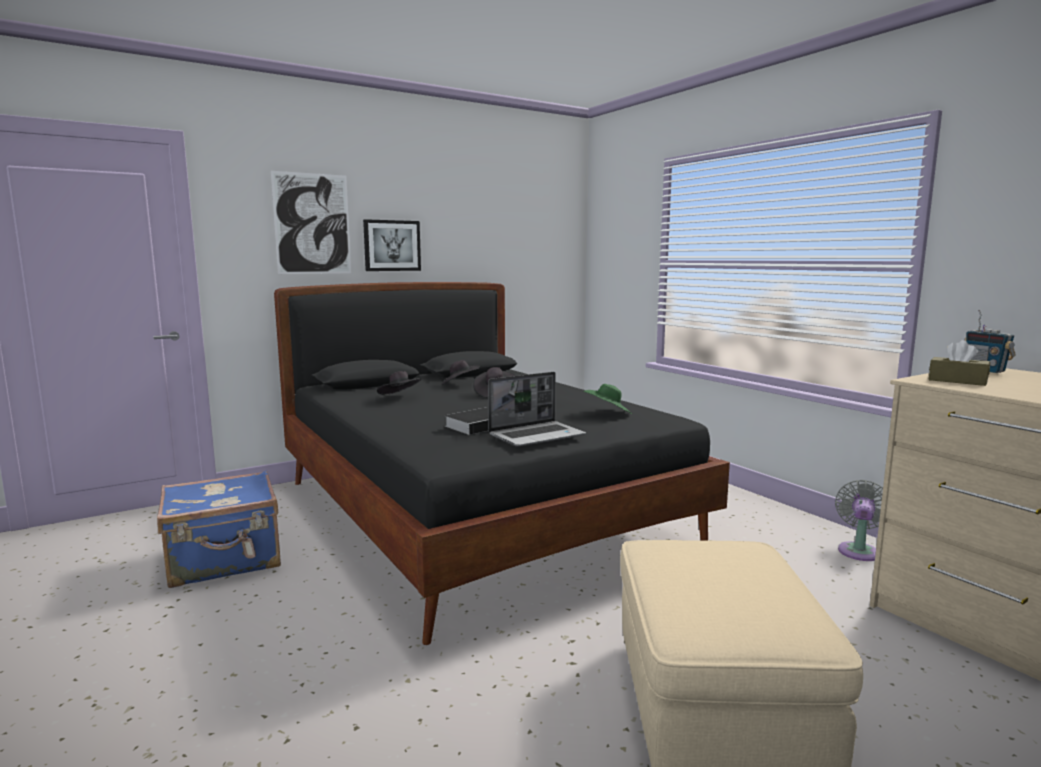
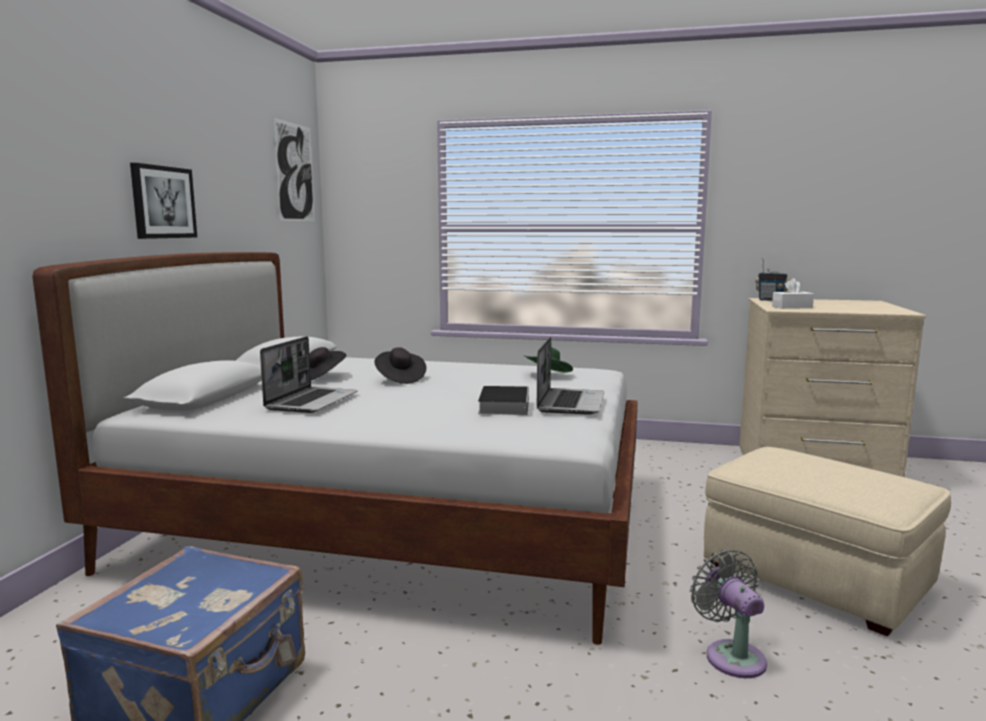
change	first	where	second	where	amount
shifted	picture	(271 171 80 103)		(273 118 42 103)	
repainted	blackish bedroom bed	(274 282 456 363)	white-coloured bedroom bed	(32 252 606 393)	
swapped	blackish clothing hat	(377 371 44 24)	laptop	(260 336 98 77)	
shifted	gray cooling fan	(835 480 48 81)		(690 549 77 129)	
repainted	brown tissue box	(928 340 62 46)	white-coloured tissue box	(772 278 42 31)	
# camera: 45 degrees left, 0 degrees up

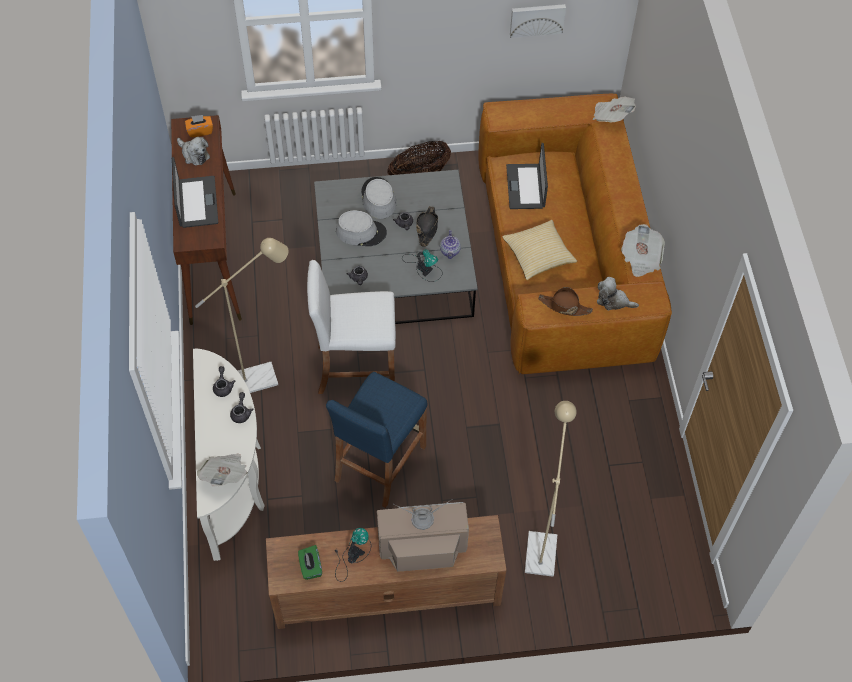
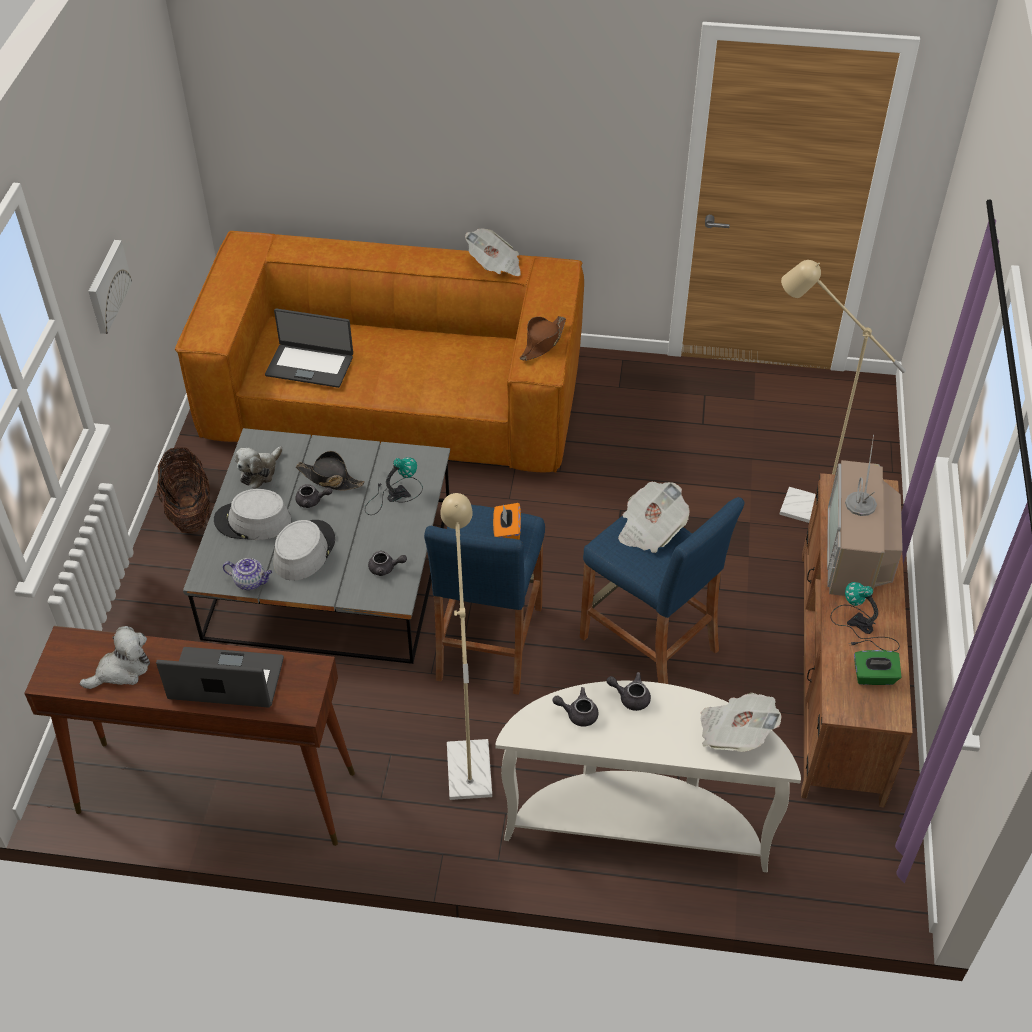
change	first	where	second	where	amount
shifted	orange tissue box	(185 115 28 23)		(493 503 28 37)	
repainted	white-coloured stool	(307 260 89 134)	bluish stool	(424 505 121 190)	
shifted	tea pot	(440 230 21 29)		(223 558 49 32)	
gone	pillow	(502 220 75 60)			
shifted	picture	(510 4 56 34)		(88 240 44 94)	
shifted	printed paper	(593 96 43 27)		(618 481 72 72)	
shifted	cuddly toy	(597 277 42 33)		(235 446 47 43)	
# camera: 75 degrees left, 10 degrees down

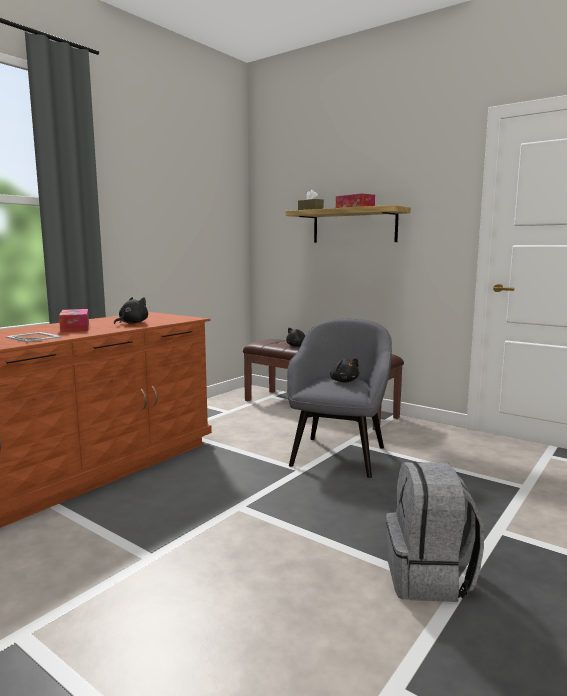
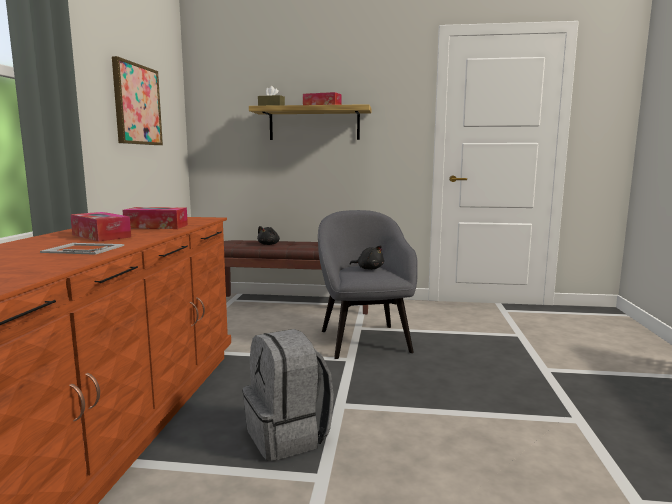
change	first	where	second	where	amount
swapped	blackish cuddly toy	(114 297 34 27)	tissue box	(122 207 66 22)	
shifted	gray knapsack	(386 462 98 140)		(243 329 91 132)	
new			picture	(112 56 51 89)	
# camera: 30 degrees left, 0 degrees up

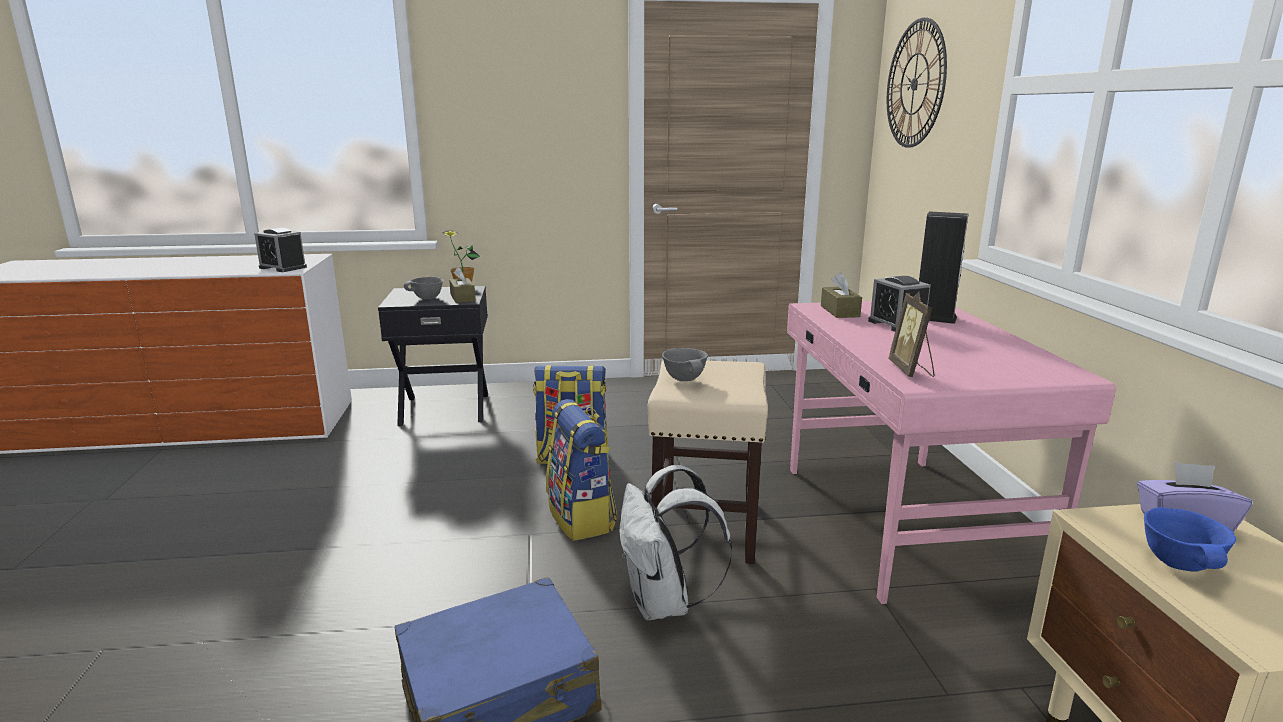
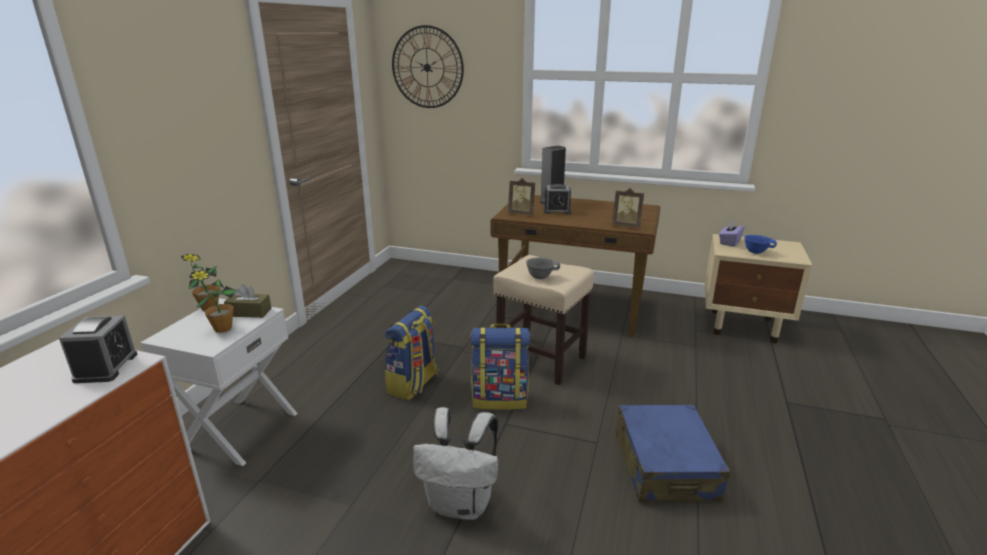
change	first	where	second	where	amount
rotated	alarm clock	(254 228 53 44)		(59 315 79 68)	60 degrees counterclockwise
repainted	blackish nightstand	(378 286 110 140)	white-coloured nightstand	(140 298 157 168)	
swapped	gray bowl	(404 277 40 22)	plant in a pot	(189 270 47 63)	
shifted	white-coloured knapsack	(619 465 113 155)		(413 407 86 113)	
repainted	pinkish desk	(787 301 329 303)	brown desk	(490 195 170 143)	
swapped	brown tissue box	(821 273 41 45)	photo frame	(508 178 27 37)	
# camera: 65 degrees left, 5 degrees up

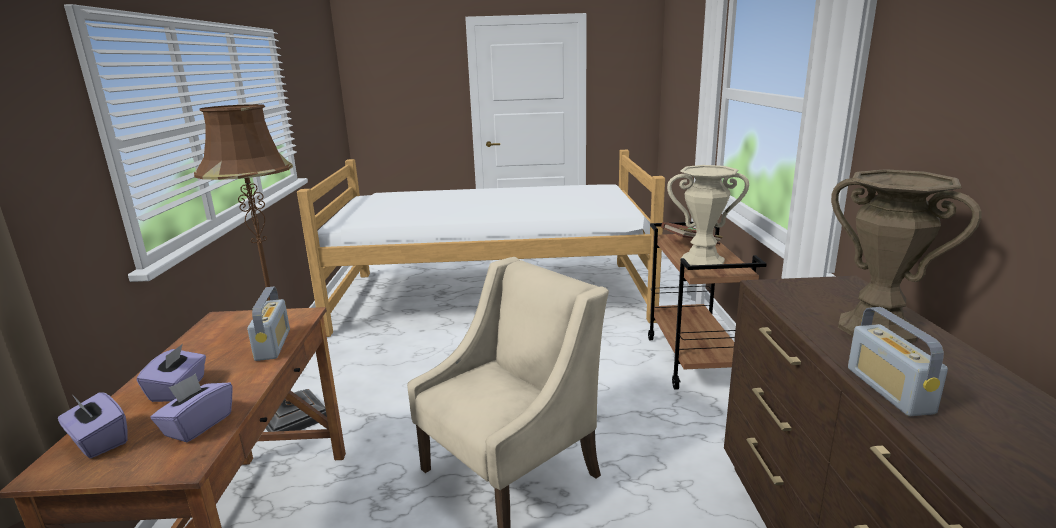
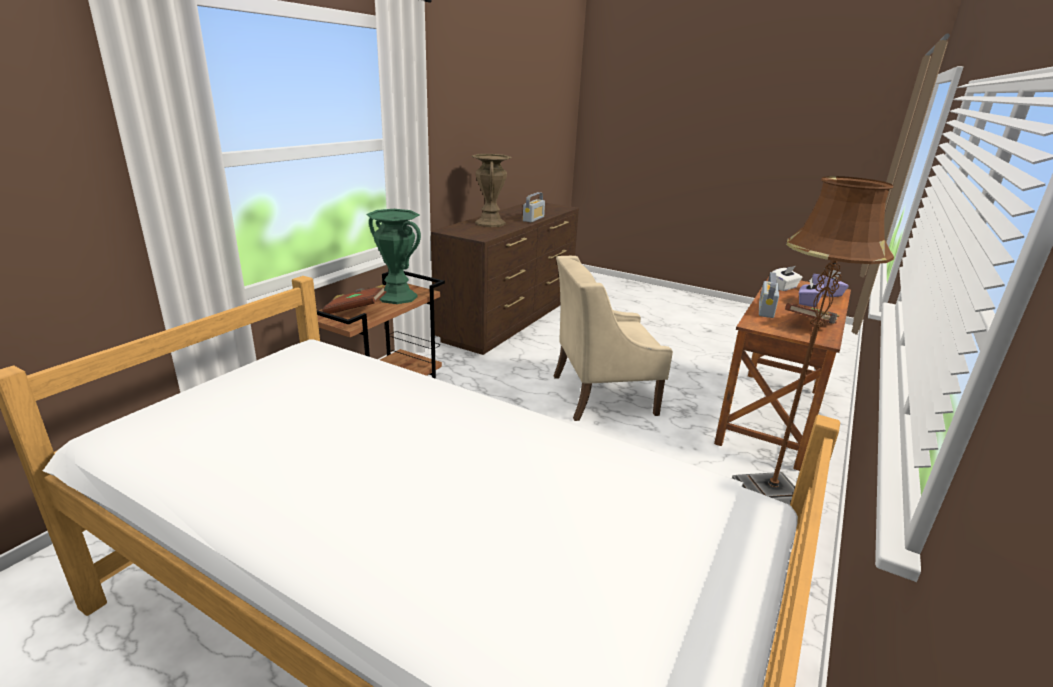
change	first	where	second	where	amount
repainted	purplish tissue box	(150 373 82 69)	white-coloured tissue box	(773 266 29 25)	
repainted	sand-coloured flower vase	(667 165 82 100)	green flower vase	(366 209 55 95)	
new			brown book	(785 303 55 21)	
# camera: 150 degrees left, 5 degrees up

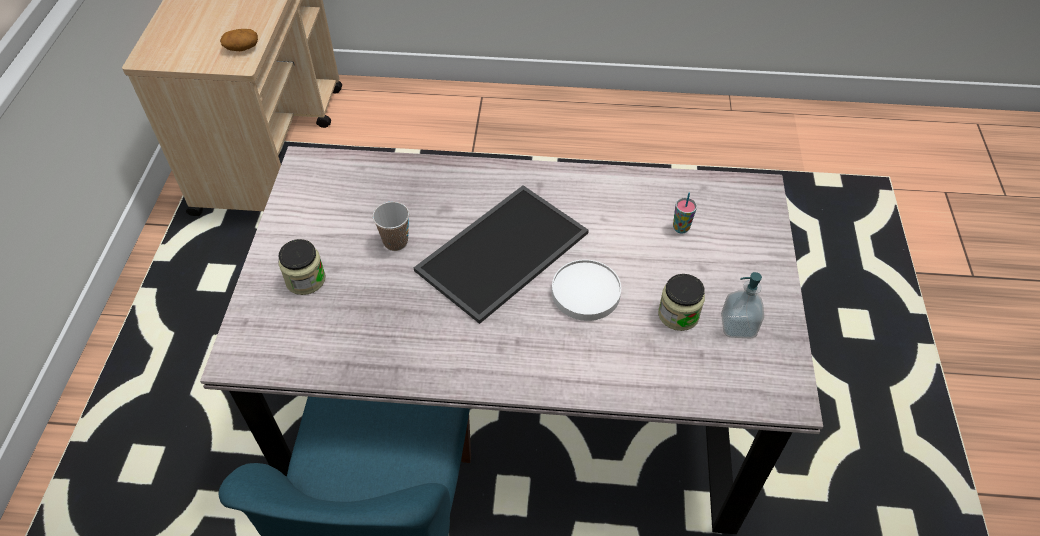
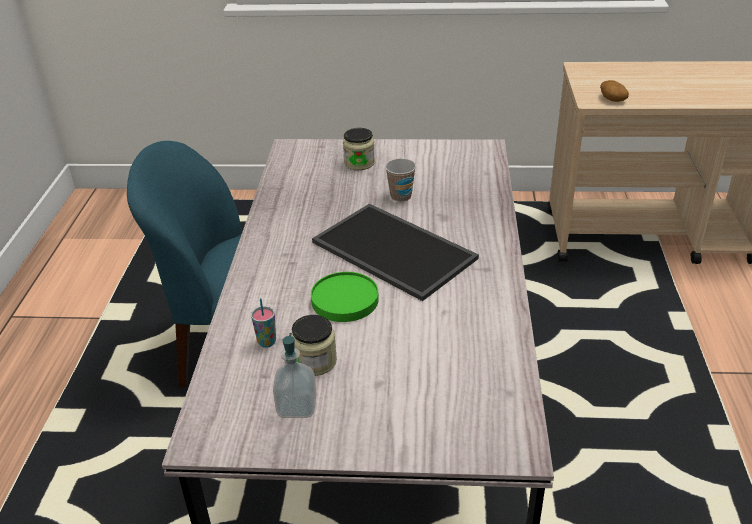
change	first	where	second	where	amount
repainted	white-coloured dinner plate	(552 260 69 61)	green dinner plate	(311 272 68 50)	
shifted	small cup	(673 193 24 41)		(251 298 25 50)	
# camera: 90 degrees right, 15 degrees down

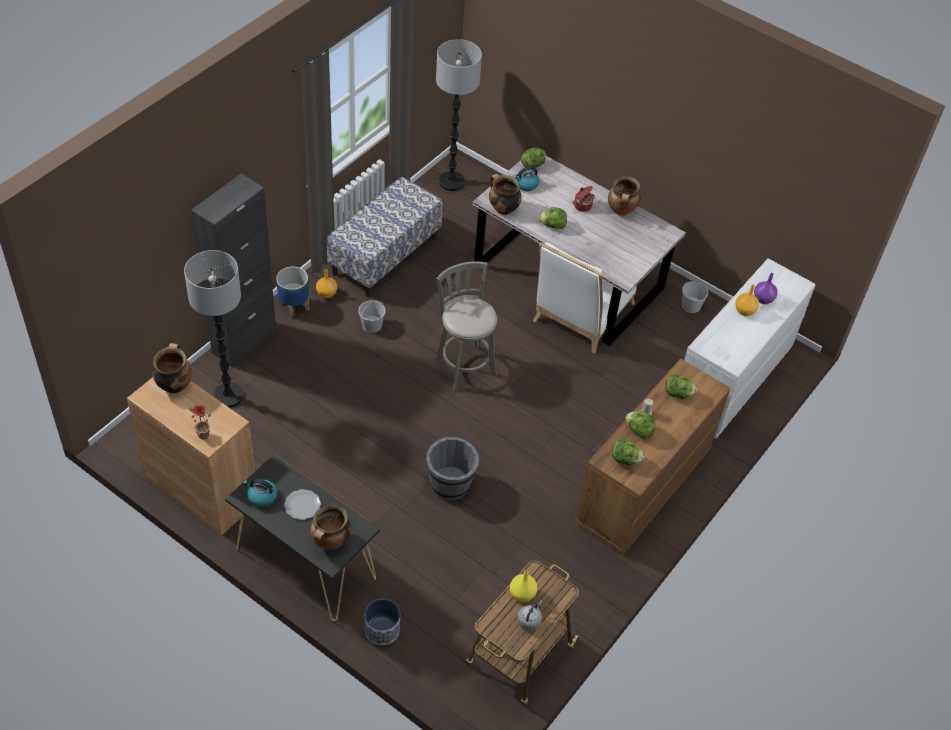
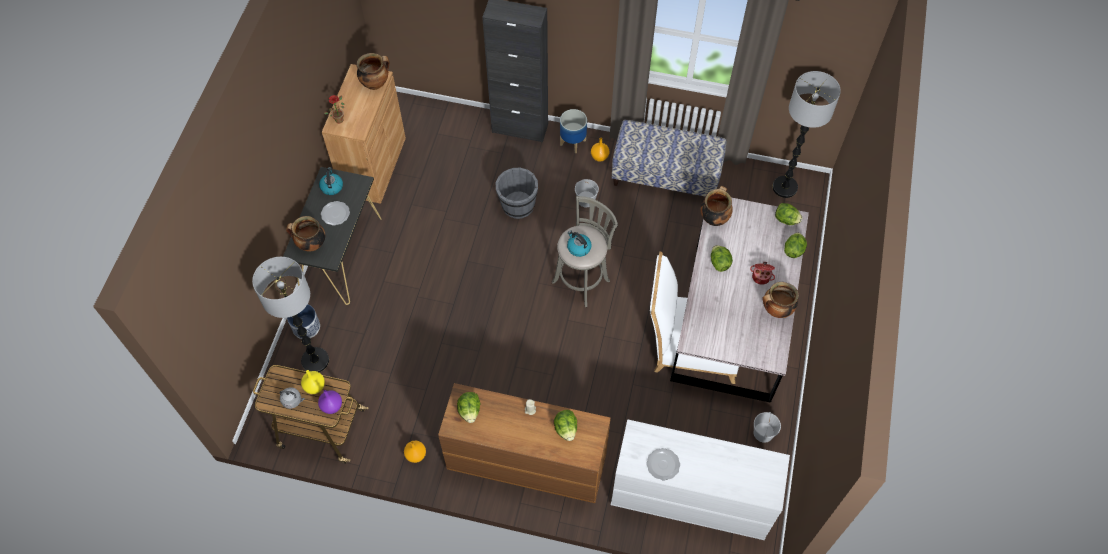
change	first	where	second	where	amount
shifted	standard lamp	(184 250 59 158)		(252 257 77 115)	
shifted	gray pail	(426 437 53 63)		(496 168 42 51)	
shifted	kettle	(513 166 26 25)		(567 230 25 27)	
shifted	lettuce	(626 411 30 28)		(784 232 23 26)	
shifted	orange flower vase	(735 285 24 31)		(404 441 22 22)	
shifted	purplish flower vase	(754 273 24 31)		(318 390 24 24)	
new			dinner plate	(647 448 33 32)	
# camera: 70 degrees right, 10 degrees up

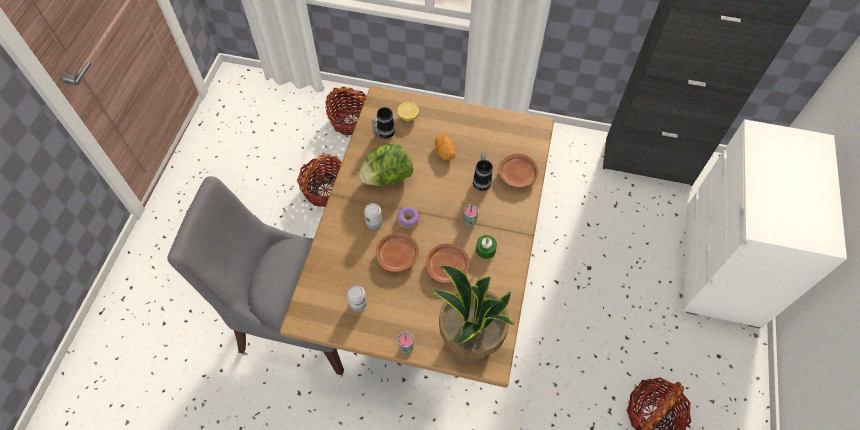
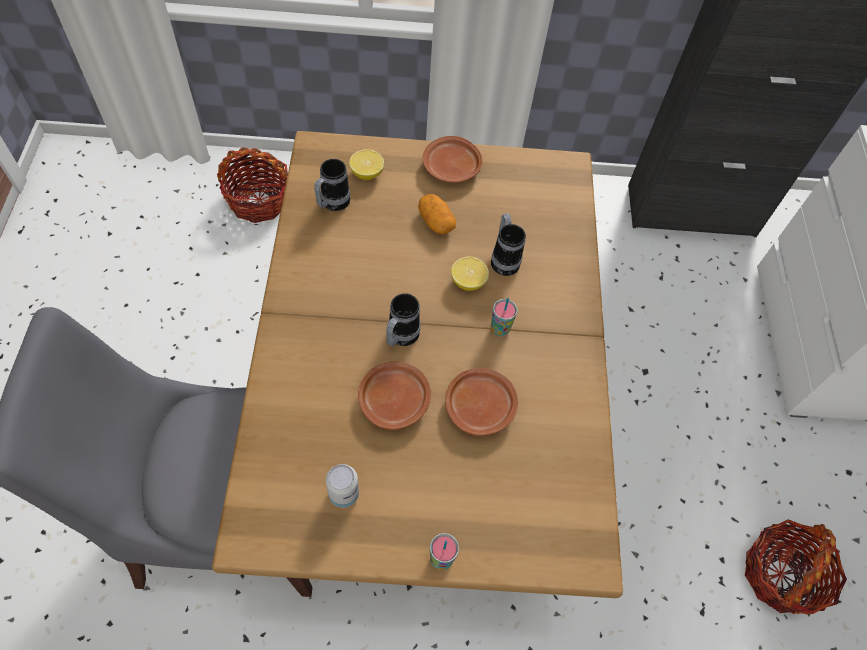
change	first	where	second	where	amount
gone	basket	(297 154 45 53)			
gone	lettuce	(359 144 54 42)			
gone	can	(364 203 18 26)			
swapped	donut	(397 207 22 21)	coffee mug	(386 293 34 53)	
gone	plant in a pot	(430 266 85 98)			
gone	green wax light	(476 235 21 24)			
shifted	brown dinner plate	(499 154 40 34)		(422 136 61 47)	
new			lemon	(451 256 38 35)	
# camera: 15 degrees left, 0 degrees up

